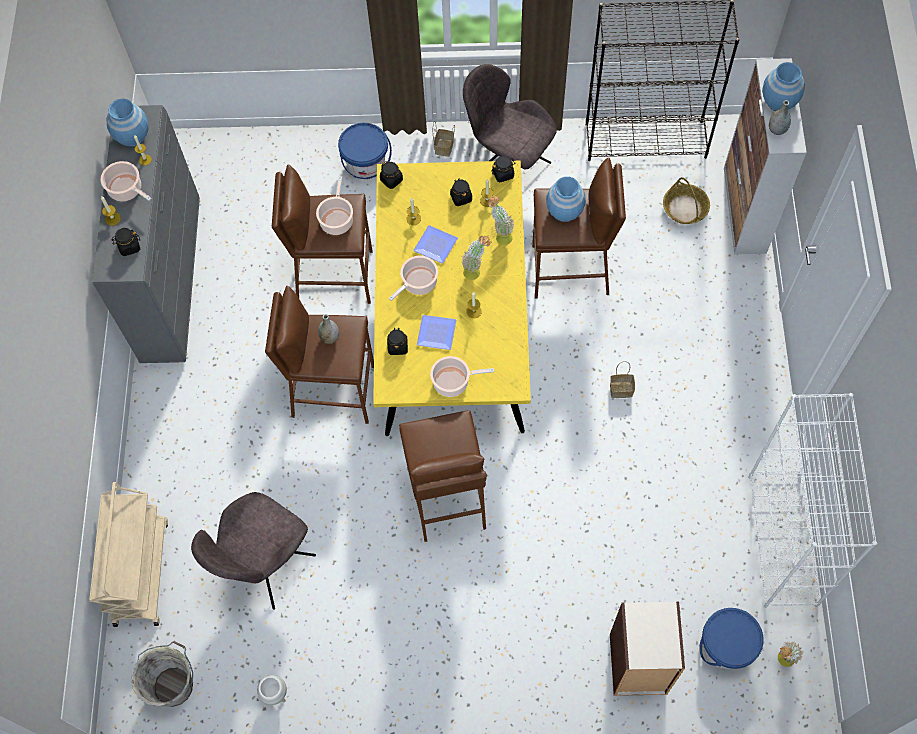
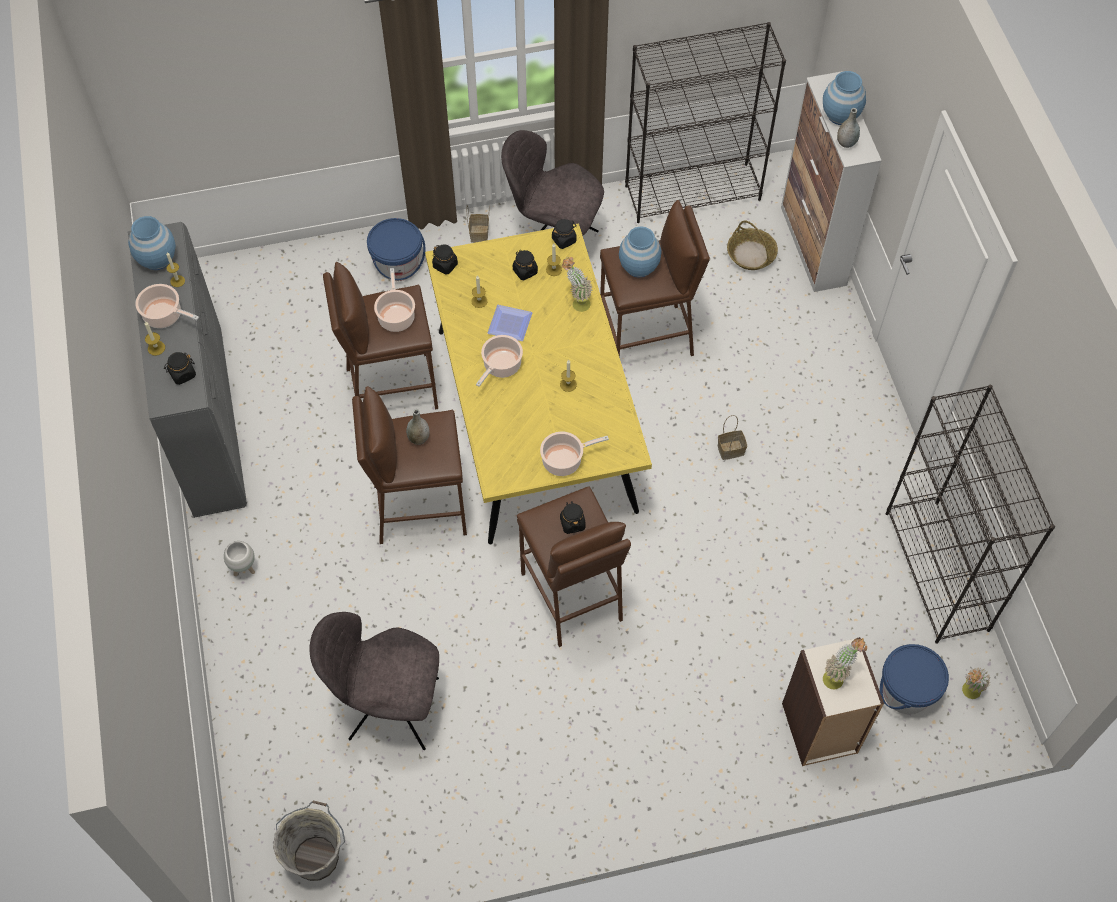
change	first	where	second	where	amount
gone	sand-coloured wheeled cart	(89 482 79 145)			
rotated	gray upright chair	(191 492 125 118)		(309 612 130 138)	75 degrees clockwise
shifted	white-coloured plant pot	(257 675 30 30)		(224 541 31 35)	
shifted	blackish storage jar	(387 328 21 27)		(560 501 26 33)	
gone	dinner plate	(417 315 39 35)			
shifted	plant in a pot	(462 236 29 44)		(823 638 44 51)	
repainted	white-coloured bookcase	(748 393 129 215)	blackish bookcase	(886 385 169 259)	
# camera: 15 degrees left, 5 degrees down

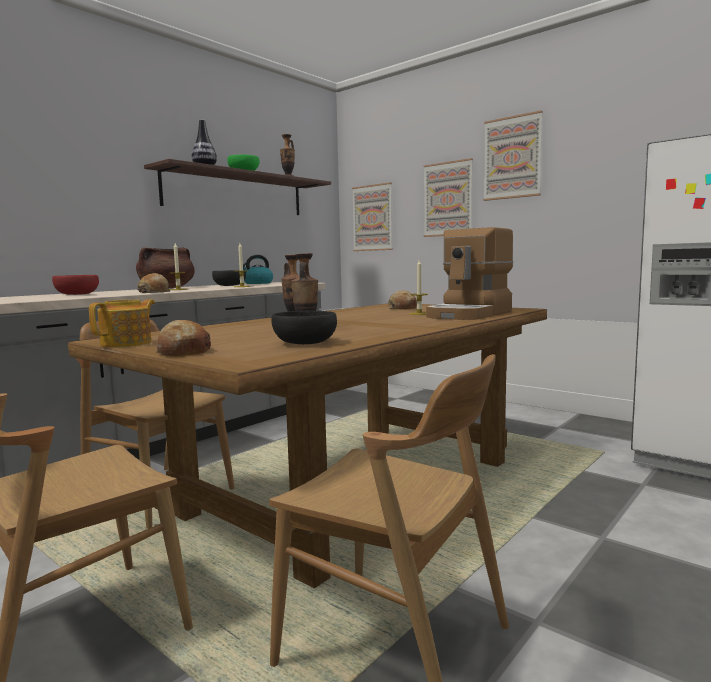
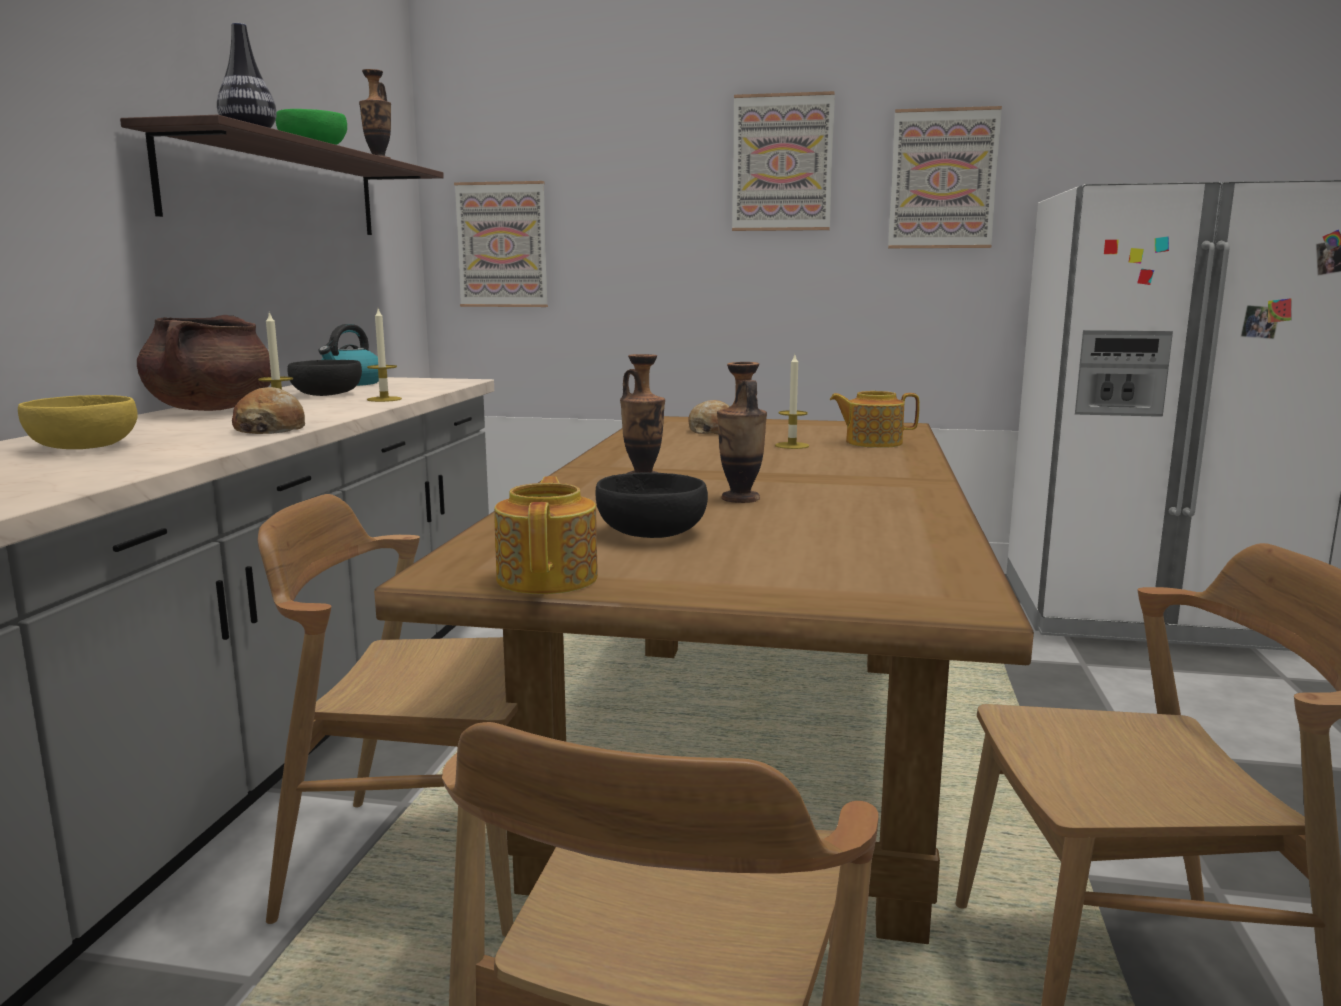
change	first	where	second	where	amount
repainted	red bowl	(52 275 47 20)	yellowish bowl	(18 395 120 54)	
gone	baked bread	(156 320 55 36)			
shifted	blackish bowl	(271 311 66 33)		(596 473 112 65)	
shifted	picture	(423 158 50 79)		(888 106 114 142)	
swapped	coffee machine	(426 227 87 93)	tea pot	(829 391 91 57)	
# camera: 30 degrees left, 5 degrees up

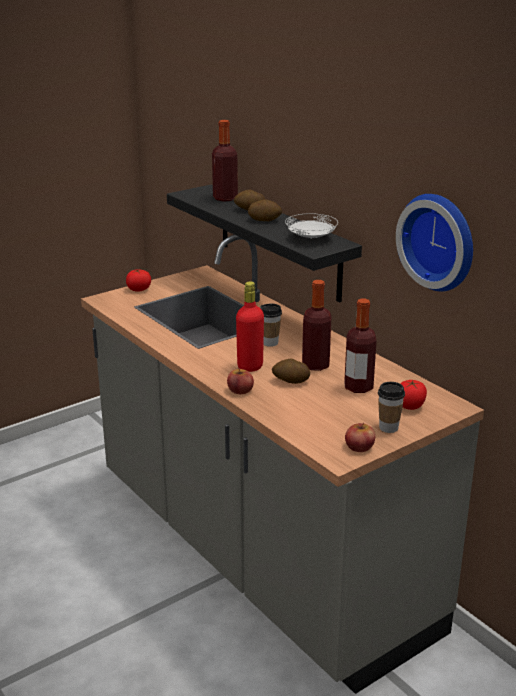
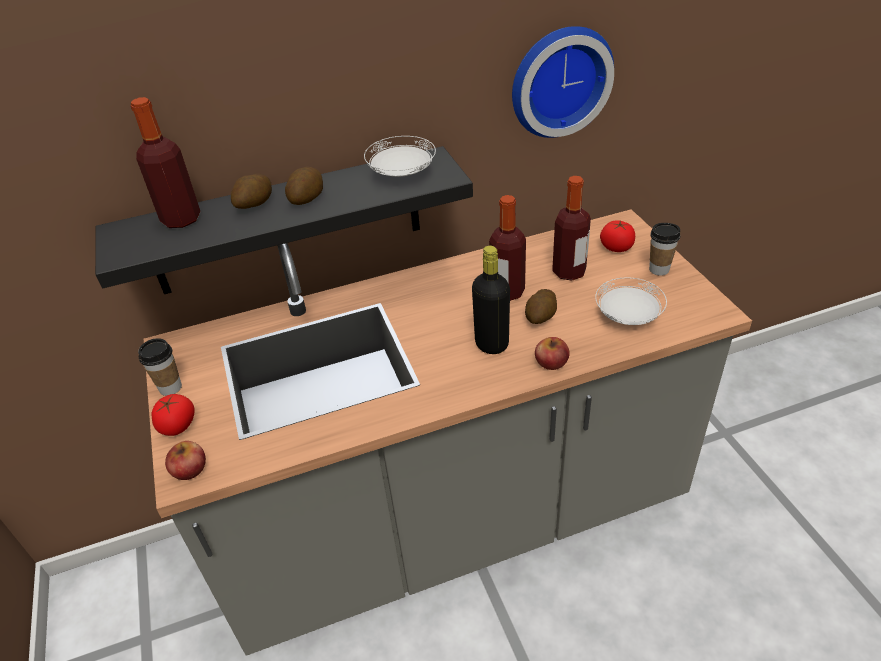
change	first	where	second	where	amount
repainted	red beverage bottle	(236 282 28 90)	blackish beverage bottle	(472 246 38 108)	
shifted	small cup	(260 304 22 43)		(138 338 44 58)	
shifted	apple fruit	(345 423 30 29)		(165 441 41 39)	
new			white-coloured dinner plate	(595 277 72 48)	
# camera: 70 degrees left, 15 degrees up

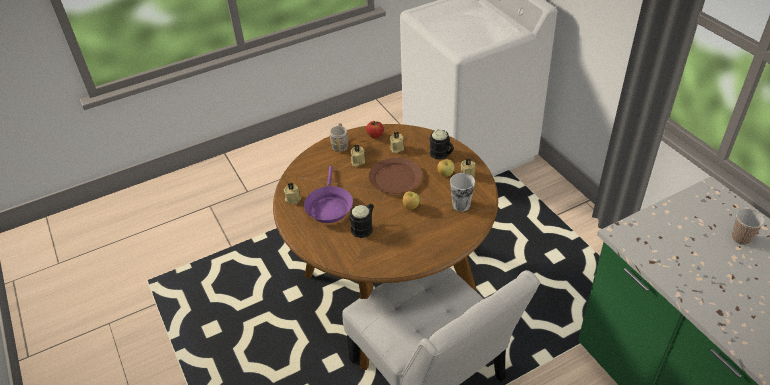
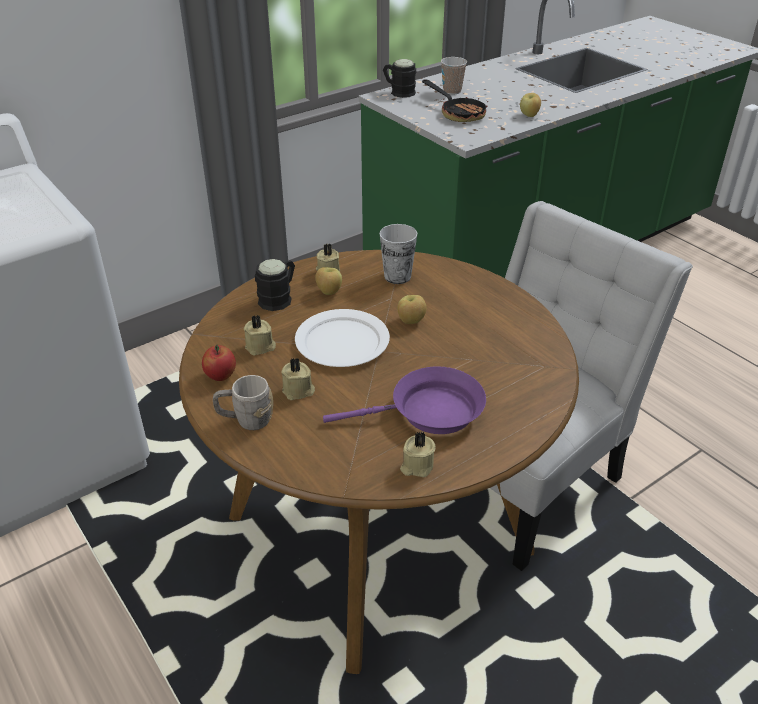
change	first	where	second	where	amount
shifted	blackish coffee mug	(350 203 24 35)		(383 59 33 39)	
repainted	brown dinner plate	(369 158 53 36)	white-coloured dinner plate	(295 309 95 58)	
new			skillet	(422 79 66 43)	
new			apple fruit	(520 93 21 24)	
# camera: 100 degrees left, 5 degrees down

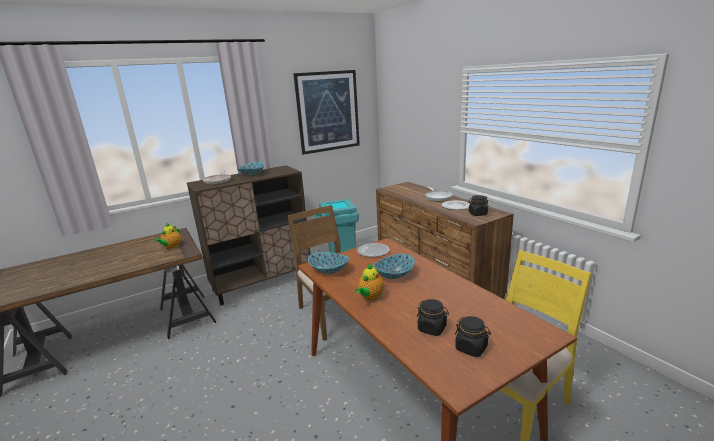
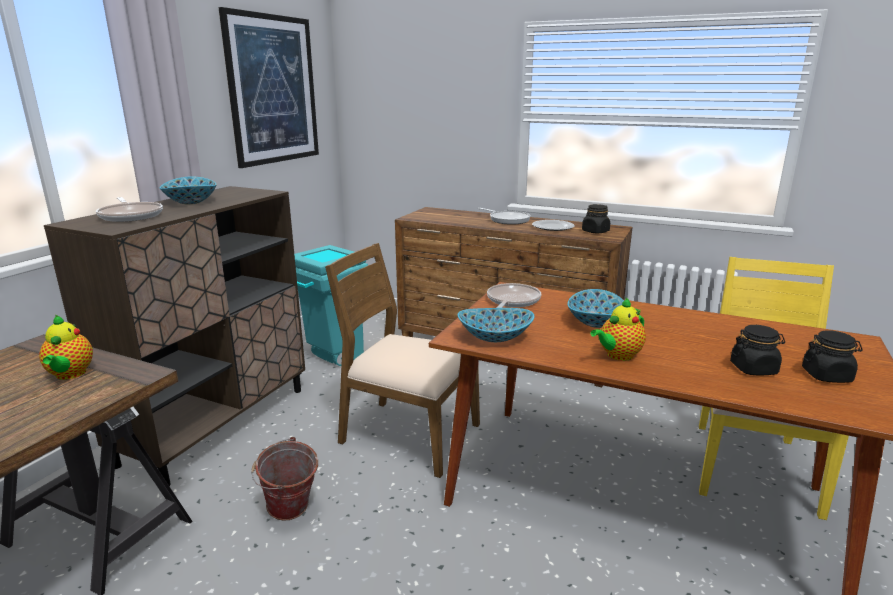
change	first	where	second	where	amount
rotated	tea pot	(356 264 28 37)		(590 298 56 63)	60 degrees clockwise
swapped	dinner plate	(357 243 32 14)	skillet	(487 283 54 25)	
new			pail	(251 437 67 84)	
# camera: 35 degrees left, 0 degrees up

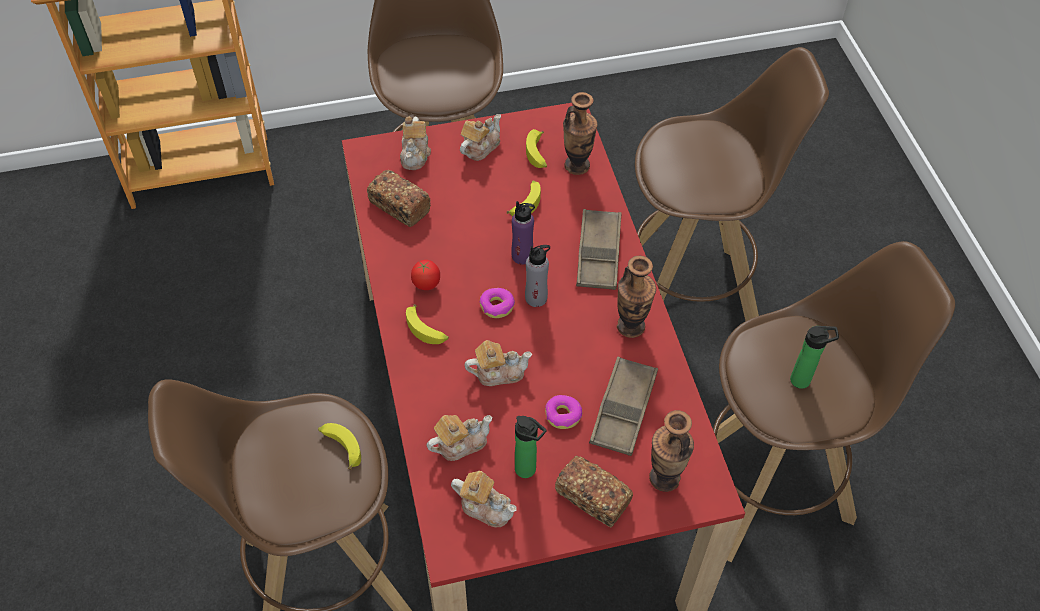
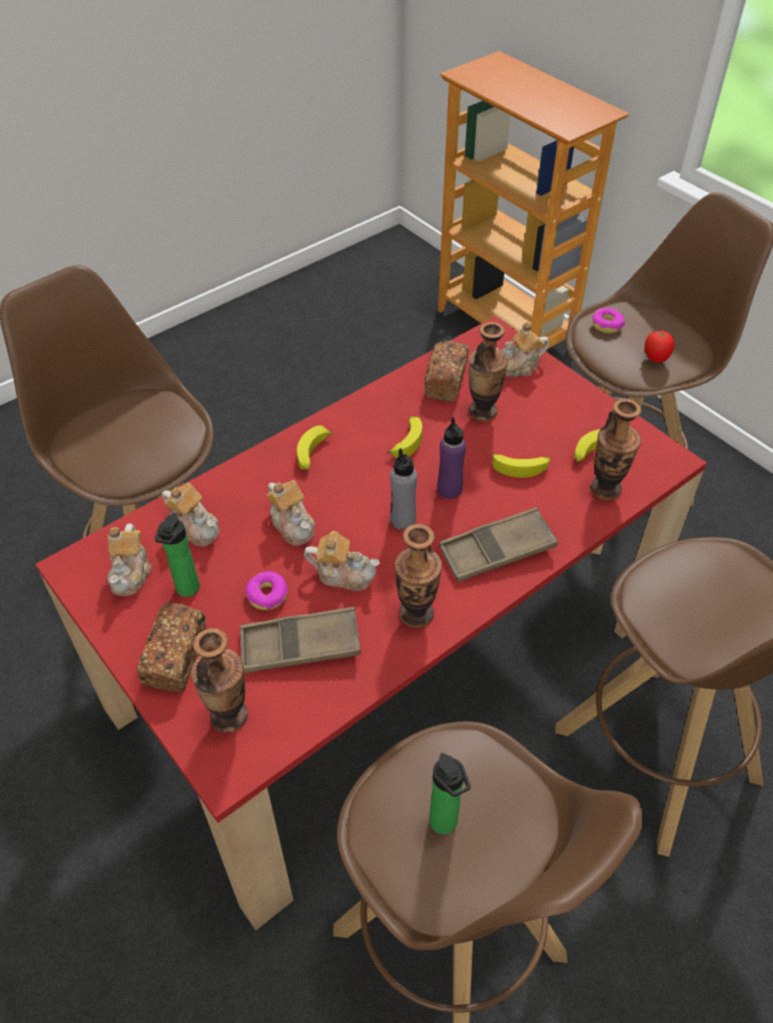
change	first	where	second	where	amount
shifted	whole banana	(318 423 43 47)		(387 416 35 42)	
shifted	whole tomato	(411 260 29 30)		(645 331 30 32)	
shifted	tea pot	(460 114 41 47)		(304 531 76 60)	
shifted	donut	(480 288 35 30)		(592 308 33 25)	
new			flower vase	(469 322 39 99)	
# camera: 65 degrees right, 5 degrees down

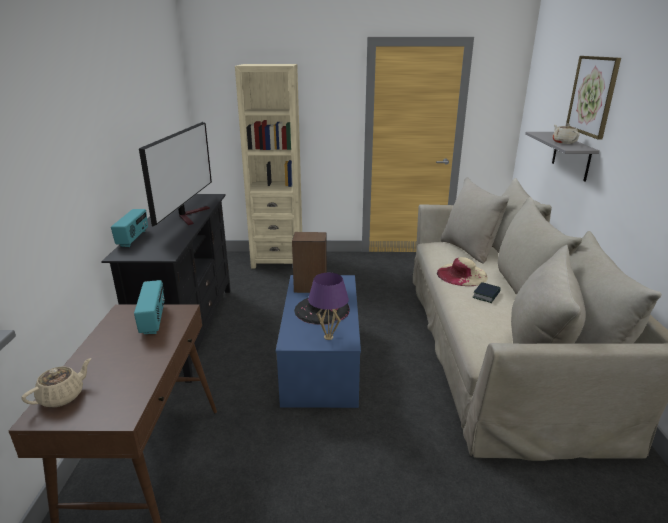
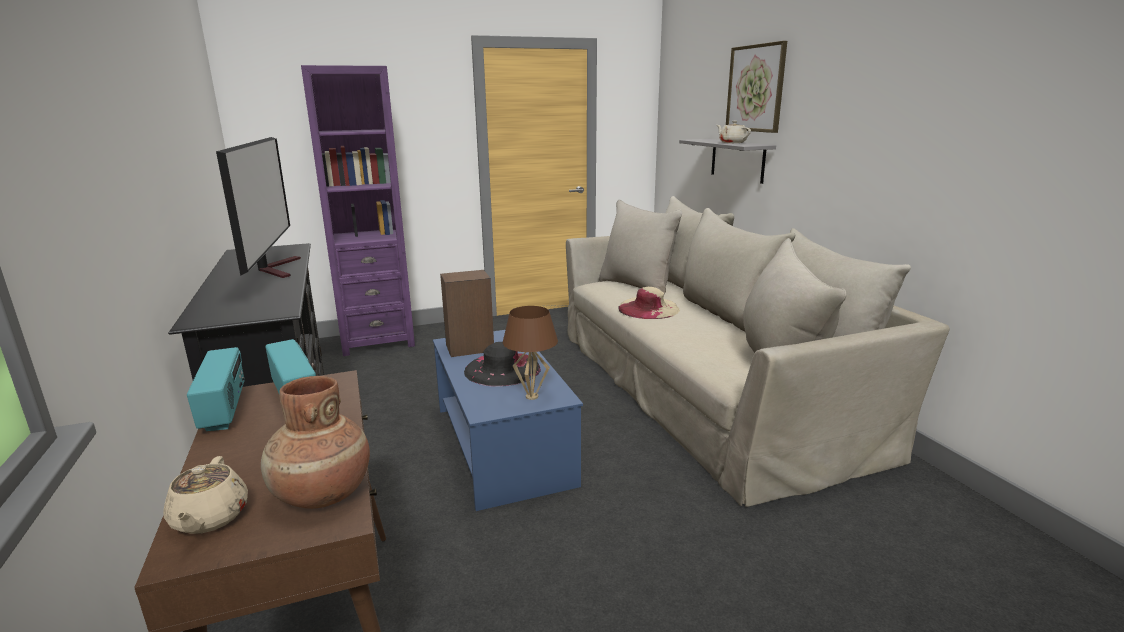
change	first	where	second	where	amount
rotated	sand-coloured tea pot	(22 358 69 49)		(163 456 85 78)	150 degrees clockwise
shifted	radio	(111 209 37 38)		(187 347 58 84)	
repainted	sand-coloured bookcase	(235 64 67 205)	purplish bookcase	(301 65 114 291)	
repainted	purplish lamp for a table	(308 273 41 67)	brown lamp for a table	(503 306 55 94)	
gone	book	(472 282 29 21)			
new			brown flower vase	(261 376 109 133)	
# camera: 20 degrees left, 5 degrees down

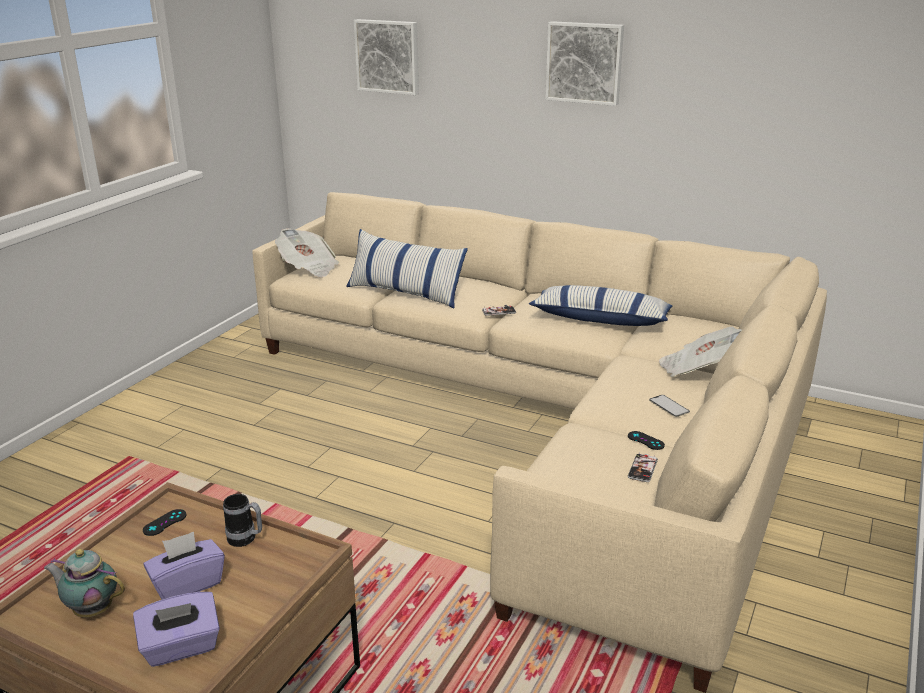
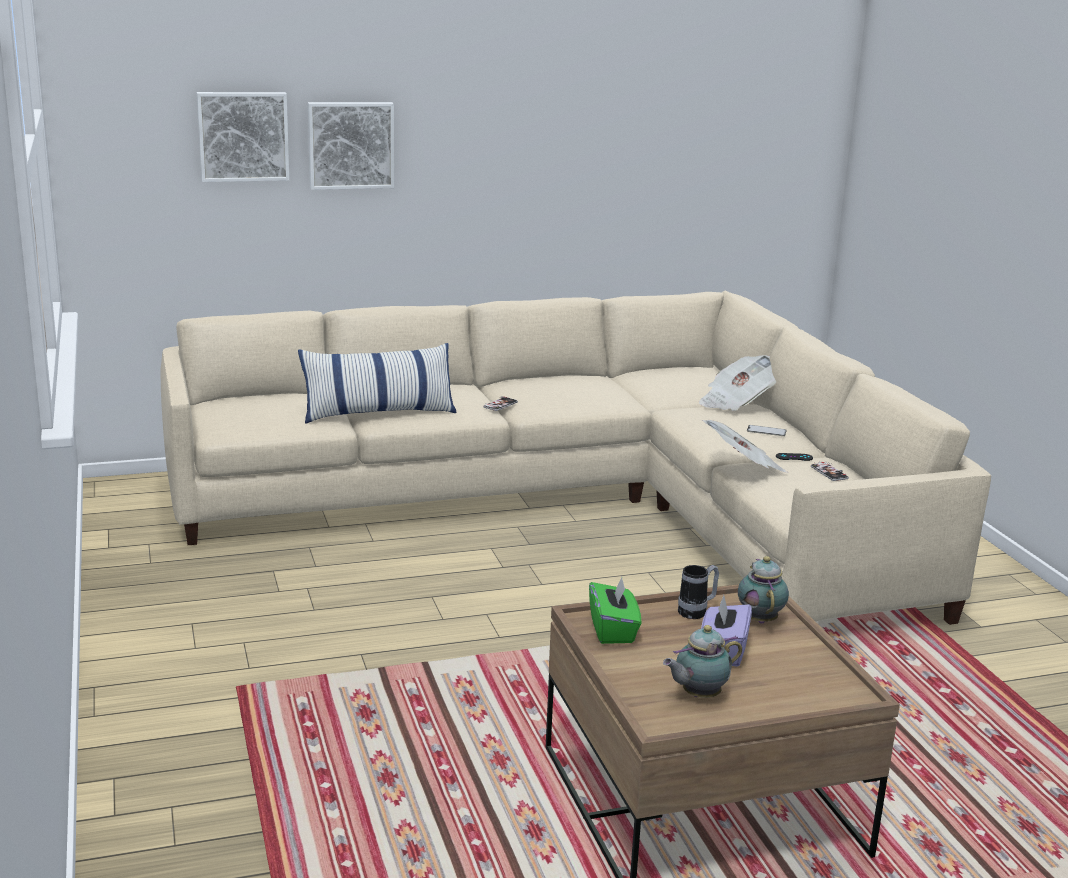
change	first	where	second	where	amount
gone	purplish tissue box	(133 592 87 75)			
swapped	blackish joypad	(143 509 43 27)	green tissue box	(589 577 52 67)	
shifted	printed paper	(275 228 64 49)		(702 420 87 53)	
gone	pillow	(529 285 143 41)			
shifted	picture	(545 21 79 85)		(308 102 86 88)	
new			tea pot	(738 556 51 68)	
# camera: 45 degrees left, 5 degrees down

